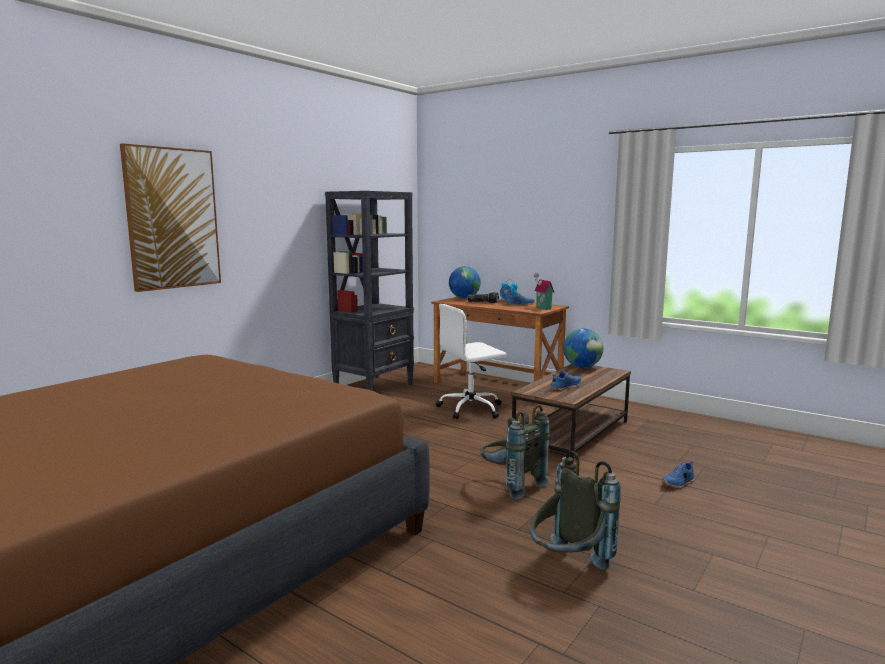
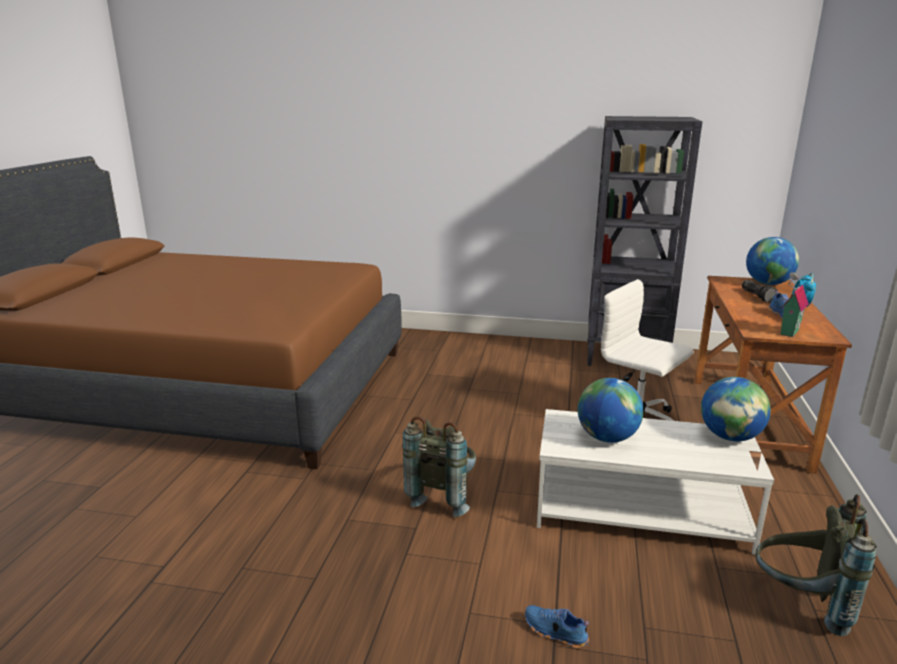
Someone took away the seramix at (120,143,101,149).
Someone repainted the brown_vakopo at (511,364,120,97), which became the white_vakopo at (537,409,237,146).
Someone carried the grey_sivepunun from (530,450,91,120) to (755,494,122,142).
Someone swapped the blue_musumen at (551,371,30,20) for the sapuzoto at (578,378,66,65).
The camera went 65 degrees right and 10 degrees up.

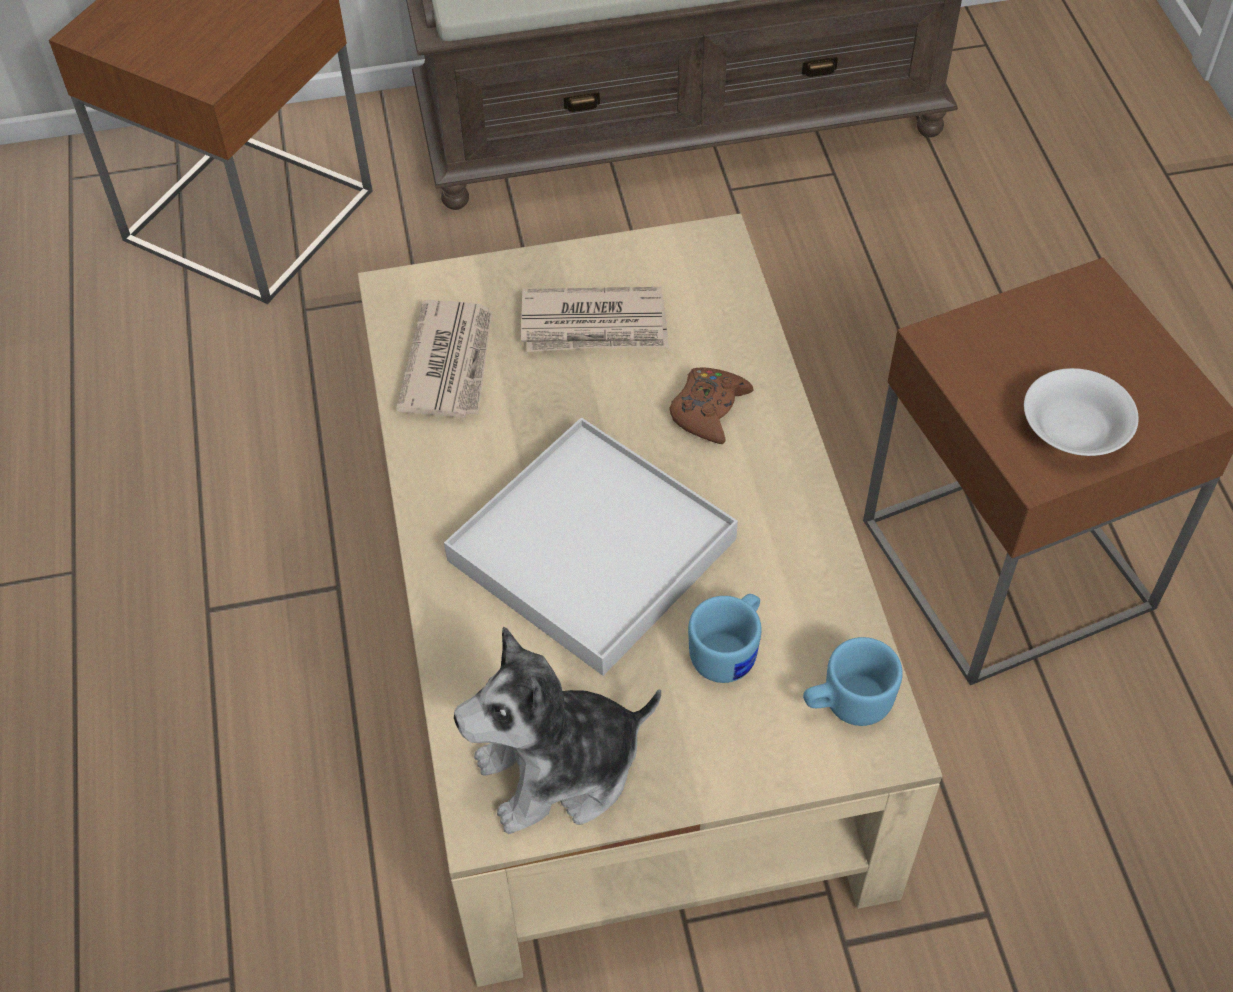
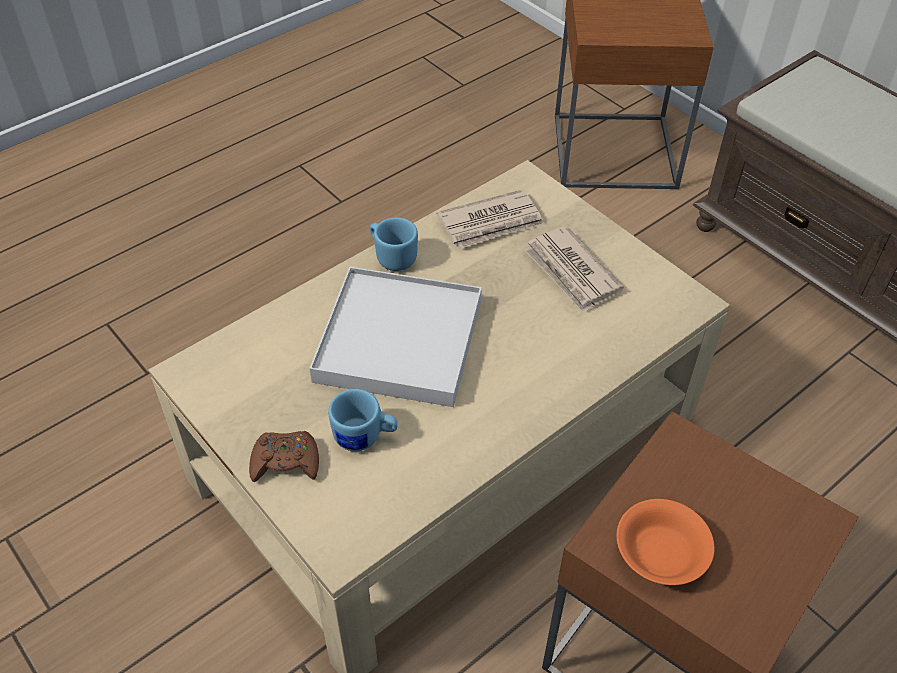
Someone took away the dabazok at (454,627,207,207).
Someone carried the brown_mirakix from (669,367,85,77) to (249,431,70,51).
Someone carried the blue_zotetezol from (803,637,100,89) to (370,217,48,54).
Someone repainted the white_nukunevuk at (1024,368,115,88), which became the orange_nukunevuk at (617,499,98,86).
The camera went 60 degrees right and 5 degrees down.

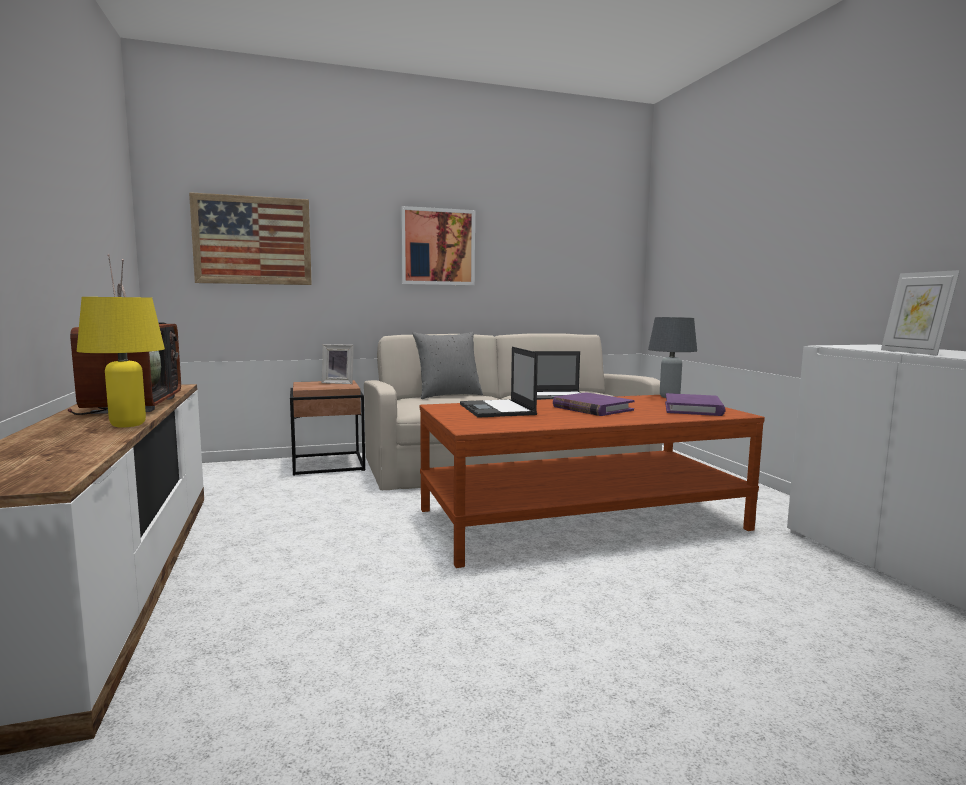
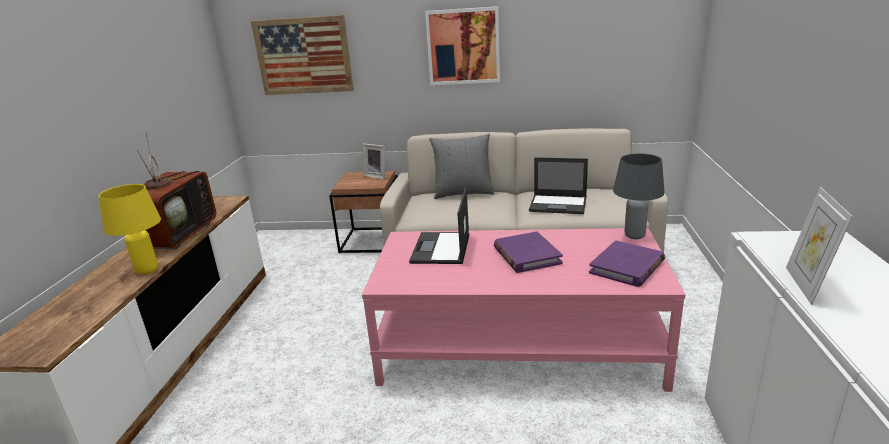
Someone repainted the brown_vakopo at (420,395,345,173), which became the pink_vakopo at (362,228,324,164).
The camera went 25 degrees right and 15 degrees up.

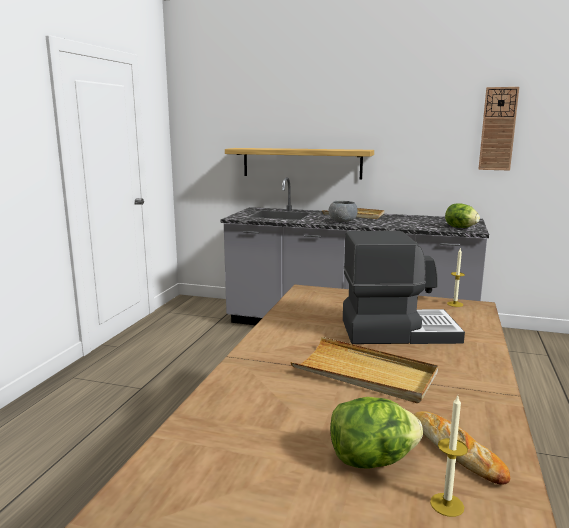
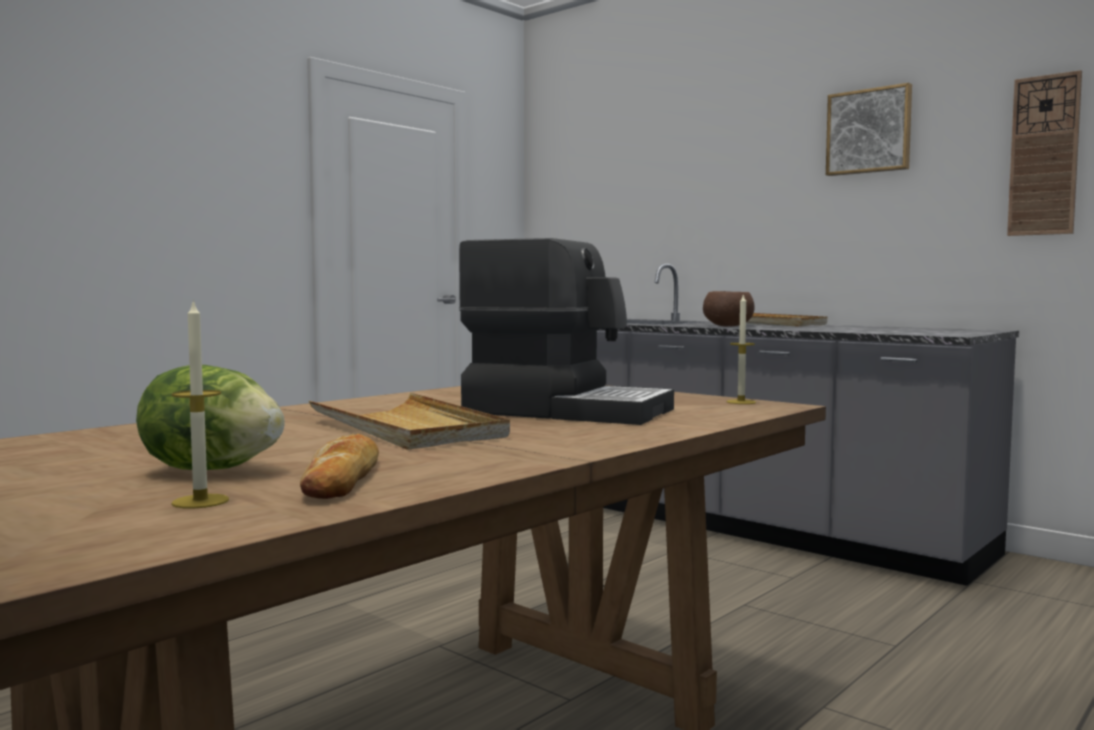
Someone took away the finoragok at (225,148,149,32).
Someone repainted the grey_nukunevuk at (328,201,30,21), which became the brown_nukunevuk at (703,291,52,35).
Someone took away the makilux at (445,203,35,25).
Someone put up the seramix at (826,83,86,93).
The camera went 25 degrees right and 10 degrees down.

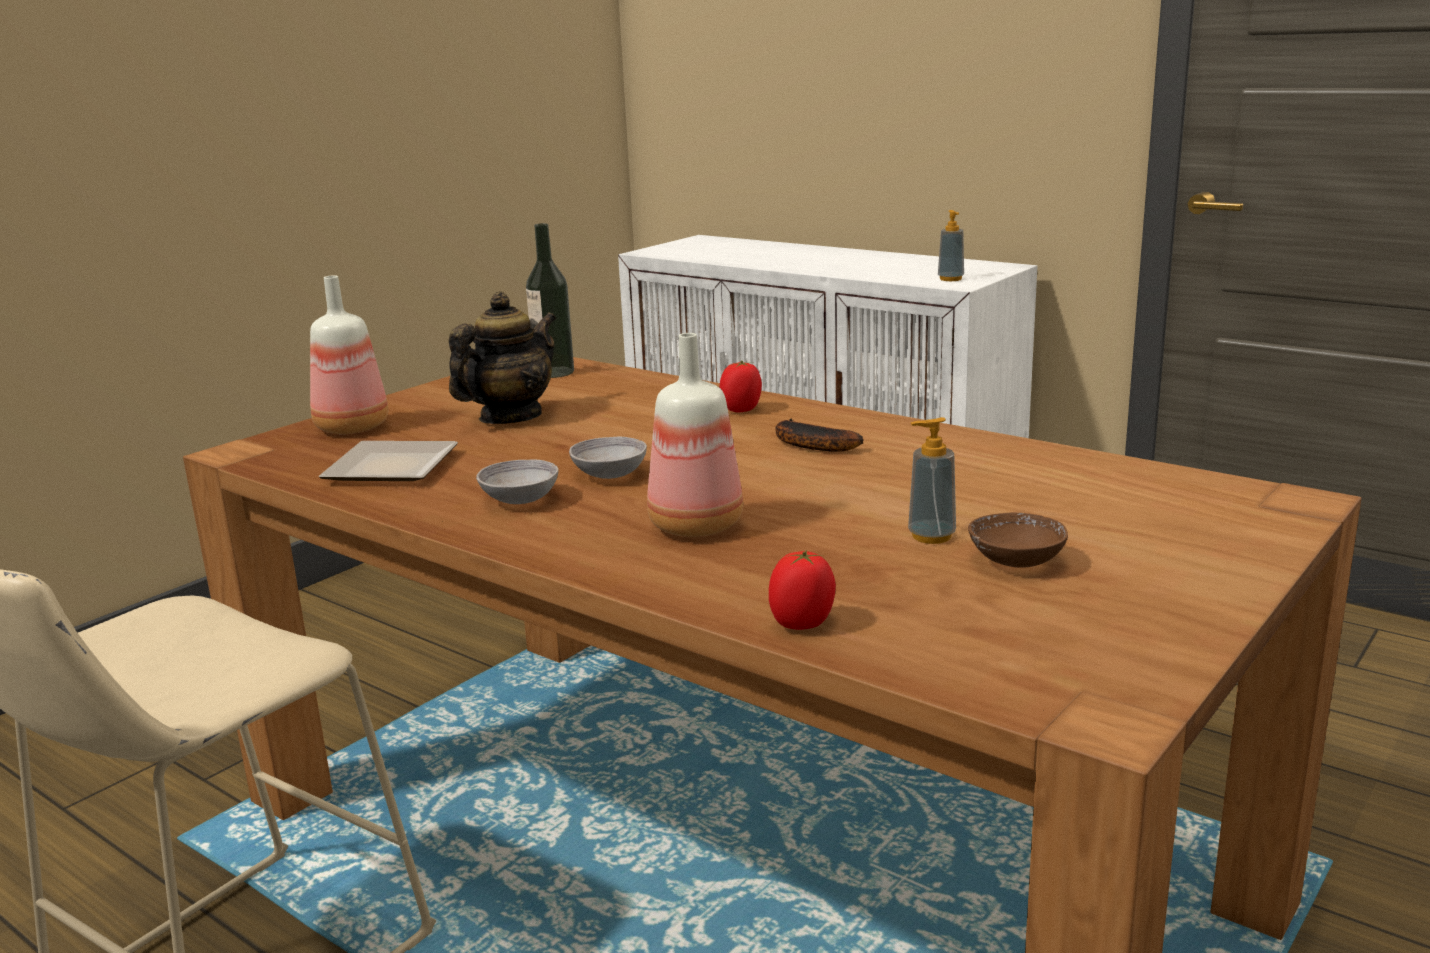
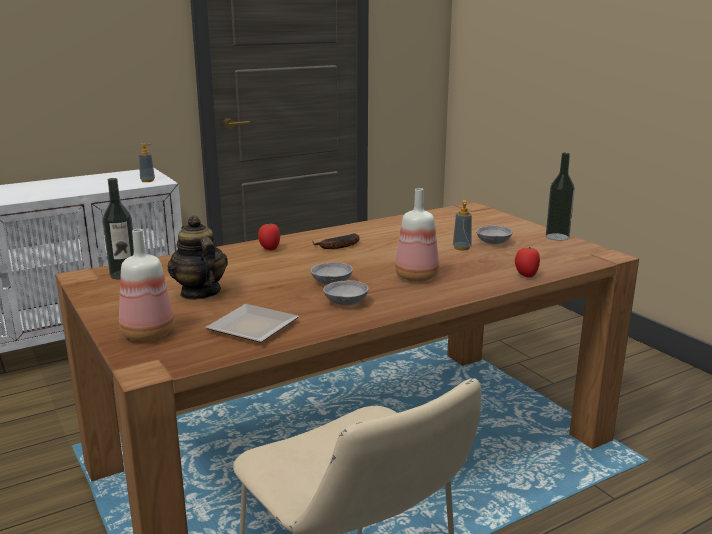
Someone repainted the brown_nukunevuk at (968,512,100,56), which became the grey_nukunevuk at (476,226,37,18).
Someone put down the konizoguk at (546,153,29,88).
The camera went 70 degrees left and 0 degrees up.

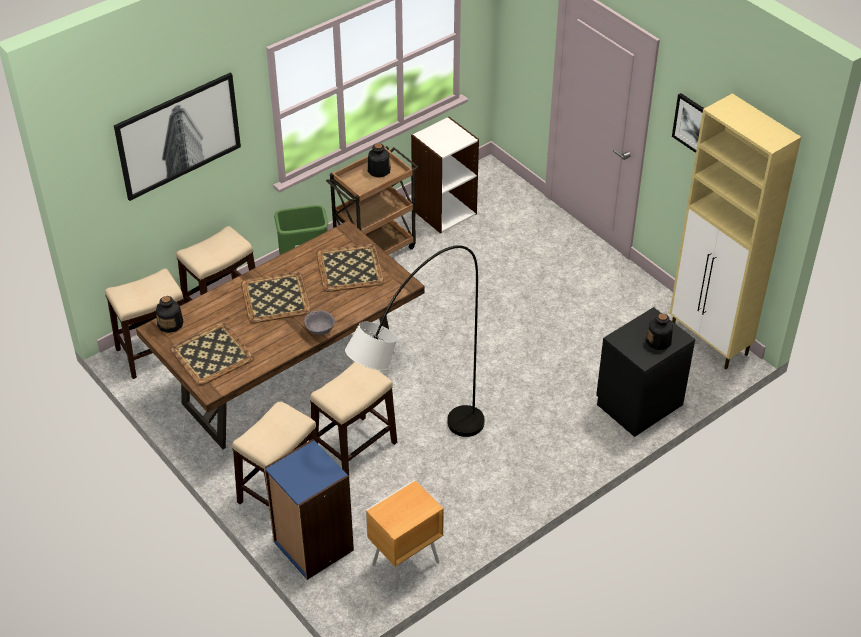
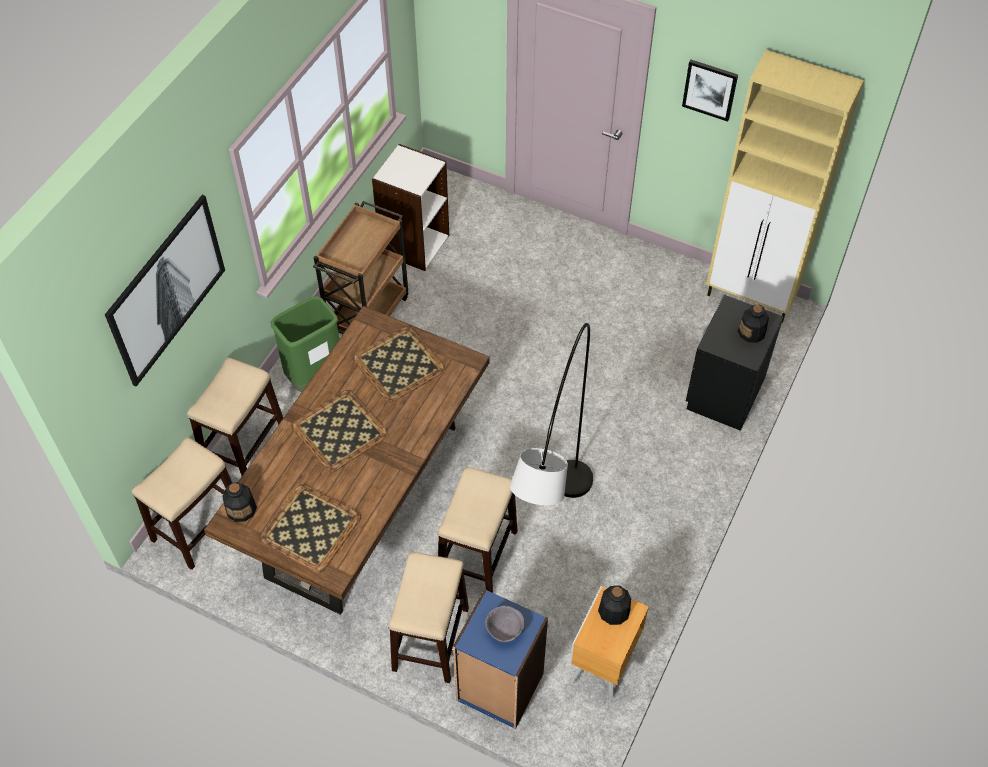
Someone carried the grey_nukunevuk from (304,310,31,26) to (485,606,40,36).
Someone carried the konizoguk from (368,143,23,34) to (598,585,33,40).
The camera went 25 degrees left and 10 degrees up.

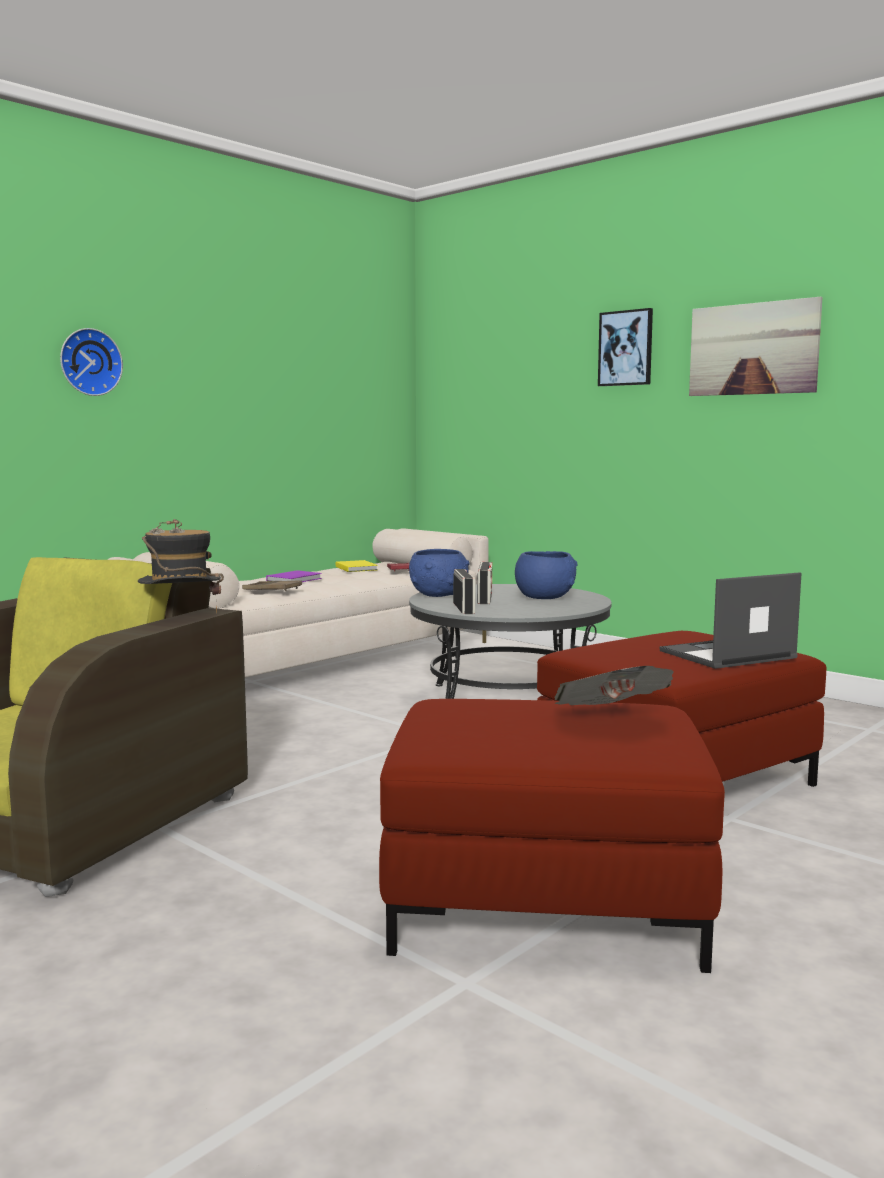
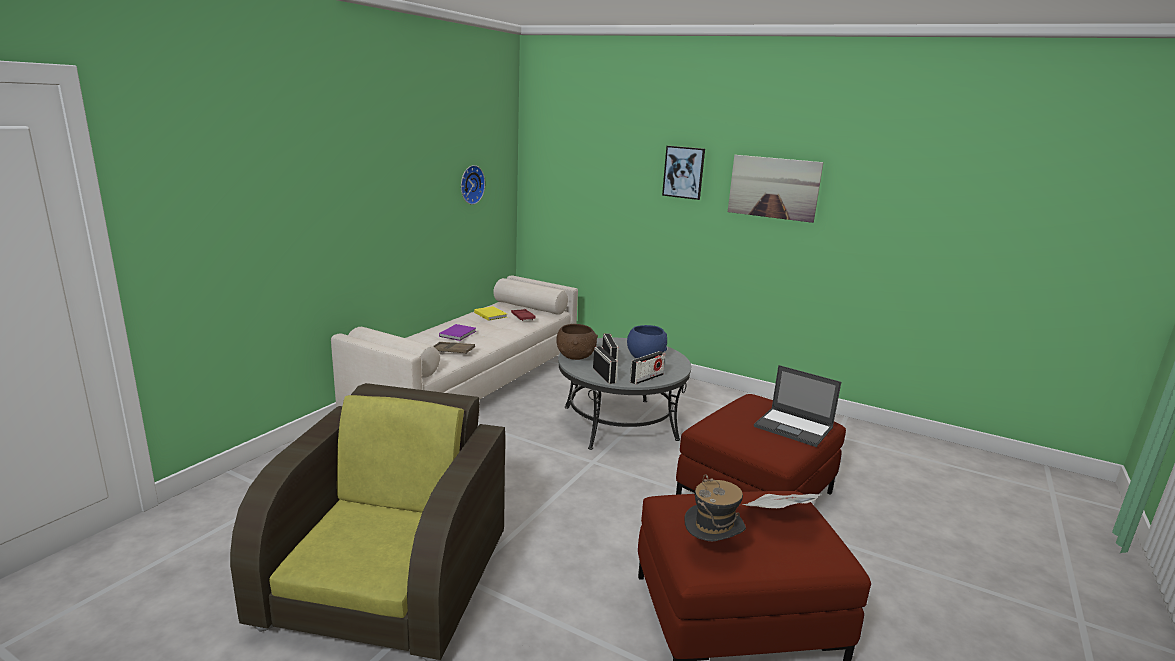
Someone carried the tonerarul from (60,328,63,68) to (461,165,24,40).
Someone carried the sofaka from (138,519,86,95) to (684,474,62,67).
Someone repainted the blue_nukunevuk at (409,549,60,48), which became the brown_nukunevuk at (556,324,42,36).
Someone rotated the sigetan at (659,572,143,97) by 105 degrees counterclockwise.
Someone put down the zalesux at (630,351,35,33).
The camera went 15 degrees left and 10 degrees up.

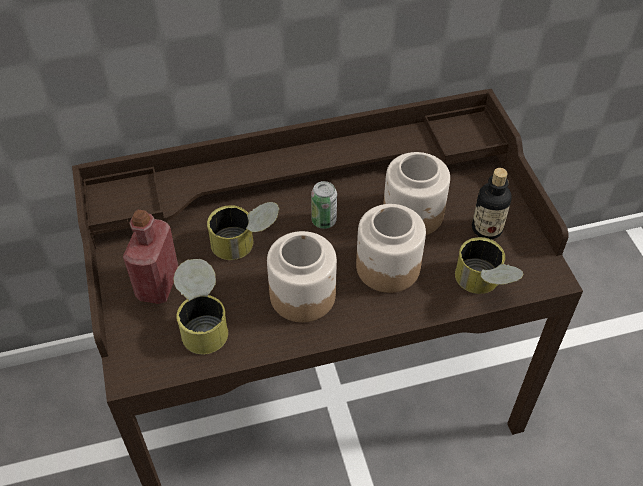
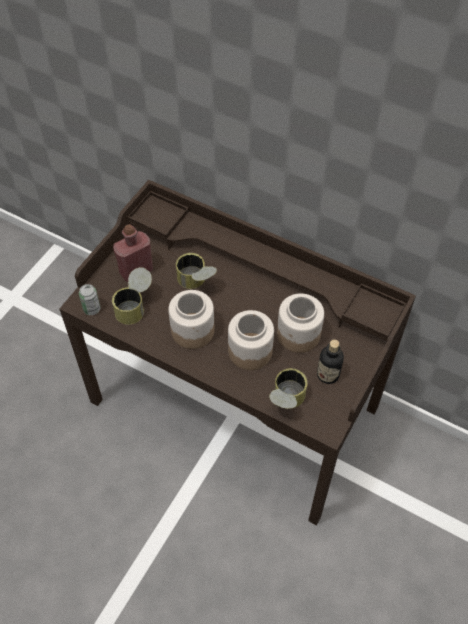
Someone carried the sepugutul from (311,181,26,48) to (79,284,22,31).
The camera went 45 degrees right and 5 degrees up.

